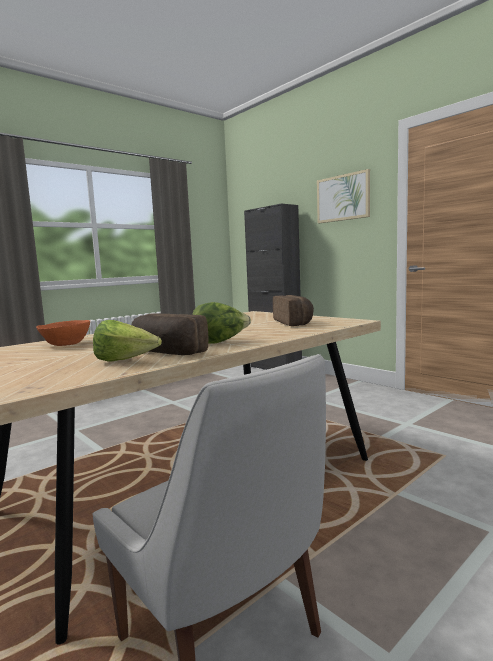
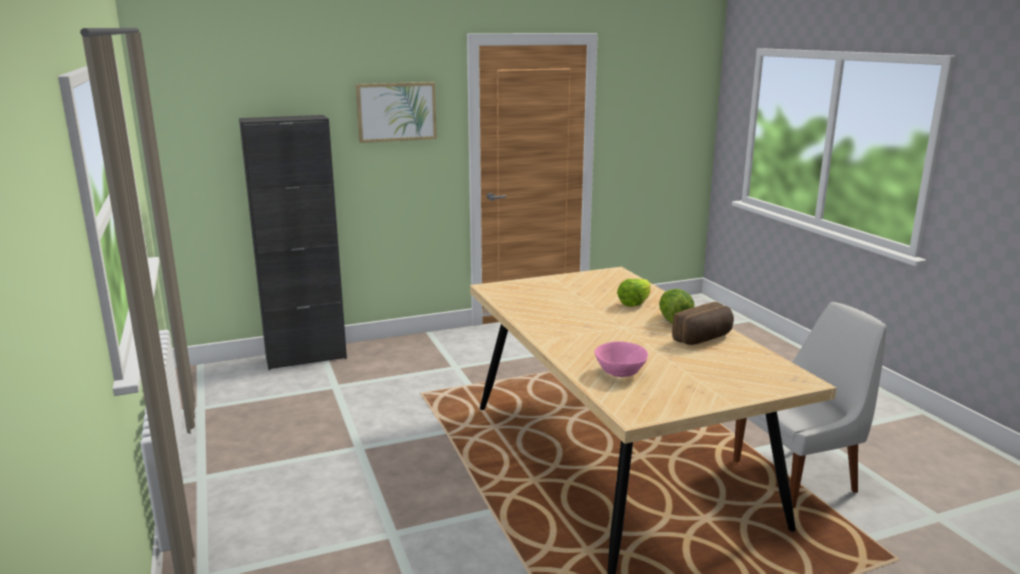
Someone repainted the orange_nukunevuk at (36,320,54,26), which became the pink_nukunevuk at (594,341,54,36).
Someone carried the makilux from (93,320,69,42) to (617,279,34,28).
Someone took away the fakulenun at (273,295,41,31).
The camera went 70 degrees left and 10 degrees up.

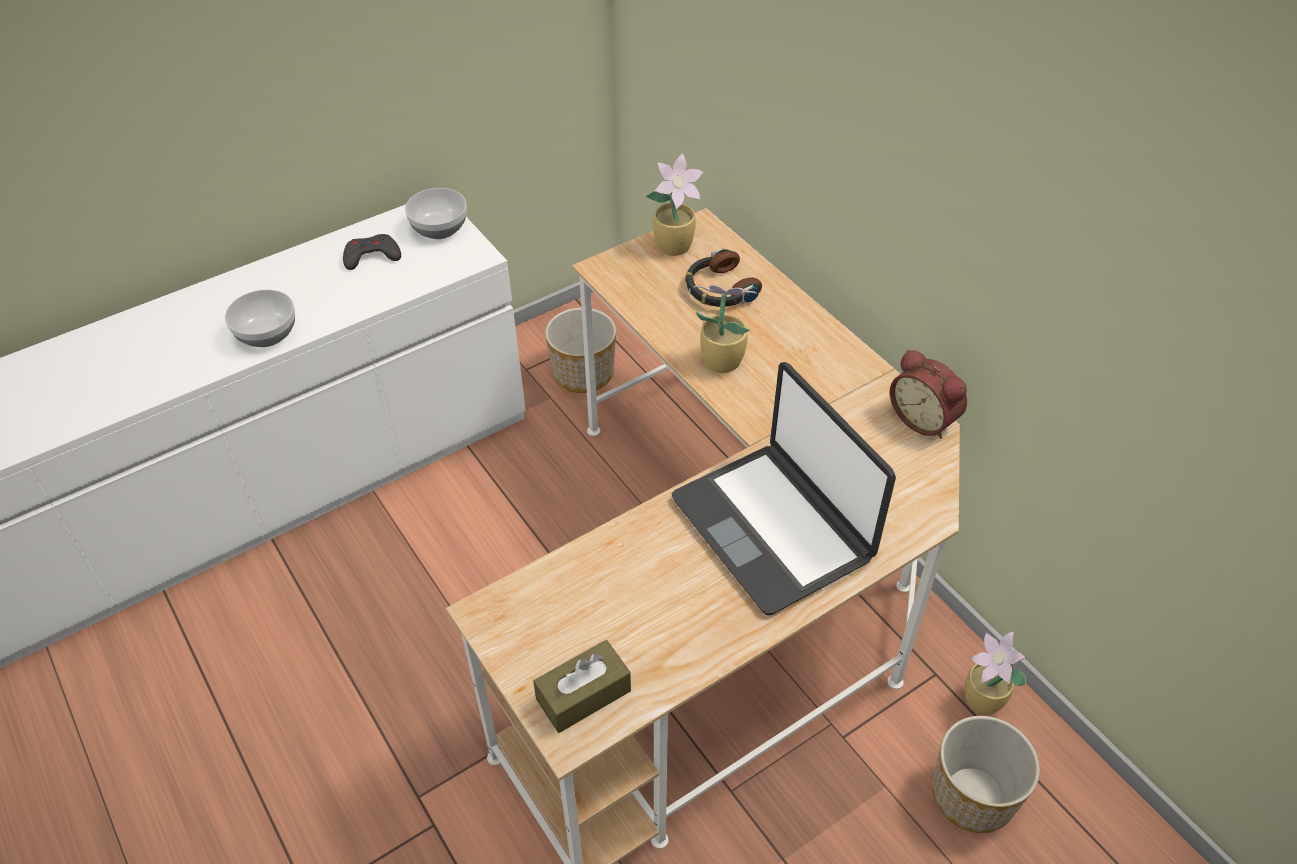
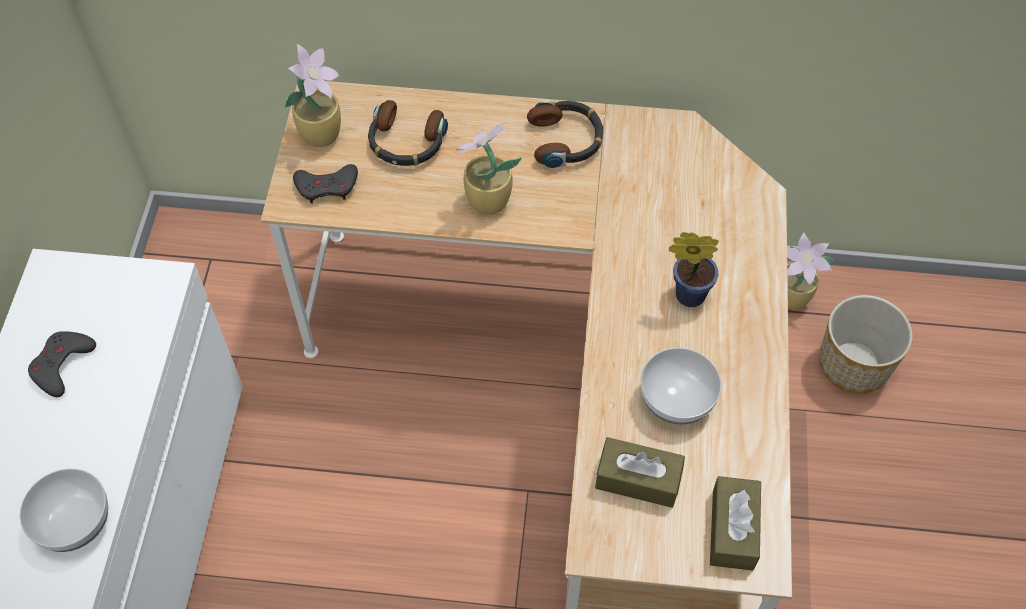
Someone carried the nukunevuk from (405,188,62,51) to (641,348,80,77).
Someone took away the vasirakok at (545,308,71,85).
Someone swapped the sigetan at (672,362,224,253) for the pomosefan at (669,232,50,75).
Someone took away the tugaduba at (890,349,77,90).
Someone put down the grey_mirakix at (293,164,65,40).
Someone put down the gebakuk at (527,100,76,68).
Someone put down the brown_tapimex at (595,437,90,71).
The camera went 50 degrees left and 10 degrees up.

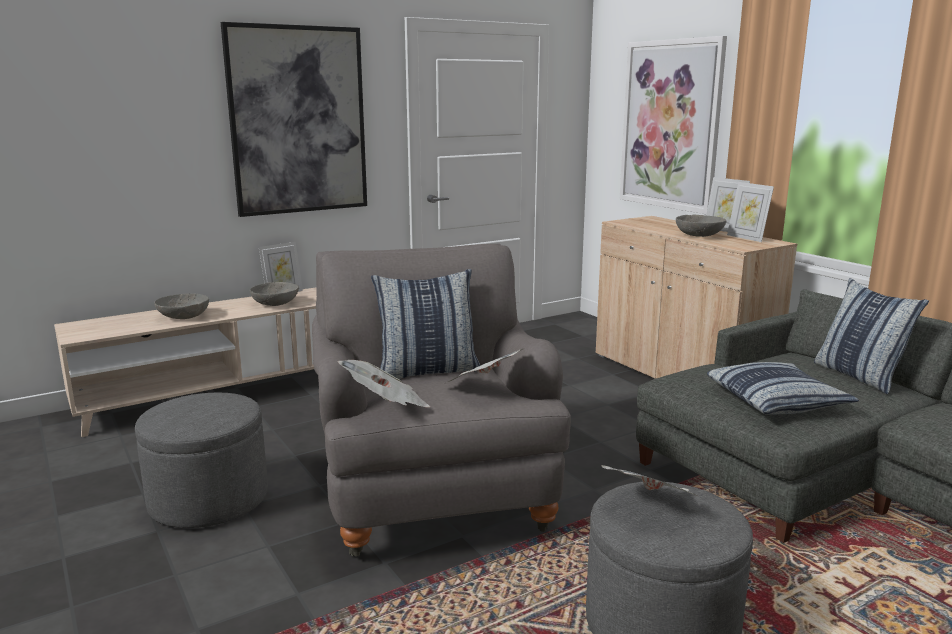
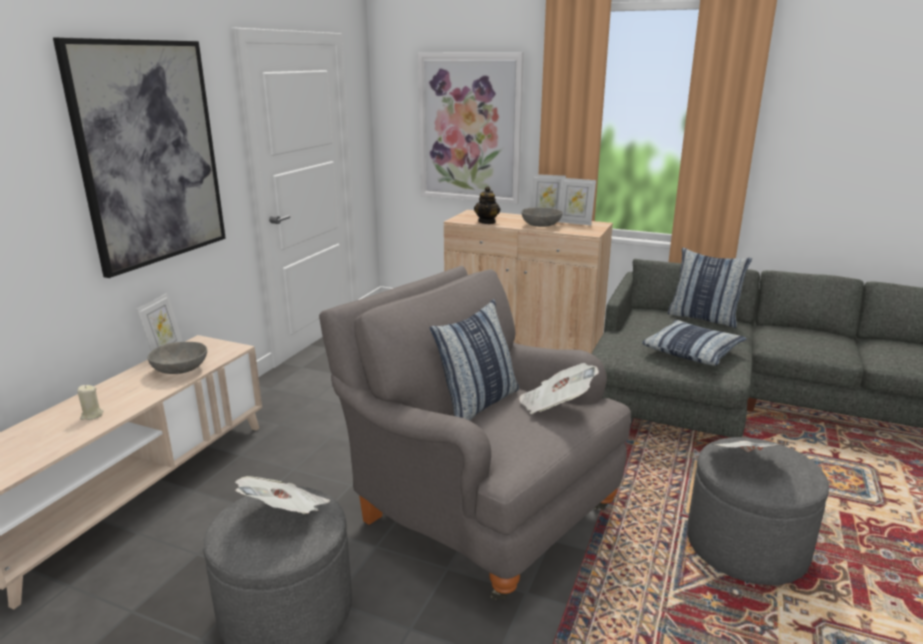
Someone swapped the grey_nukunevuk at (154,293,55,26) for the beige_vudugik at (77,385,27,35).
Someone carried the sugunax from (338,360,93,47) to (235,476,95,38).
Someone put down the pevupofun at (474,186,26,38).
The camera went 35 degrees left and 5 degrees up.

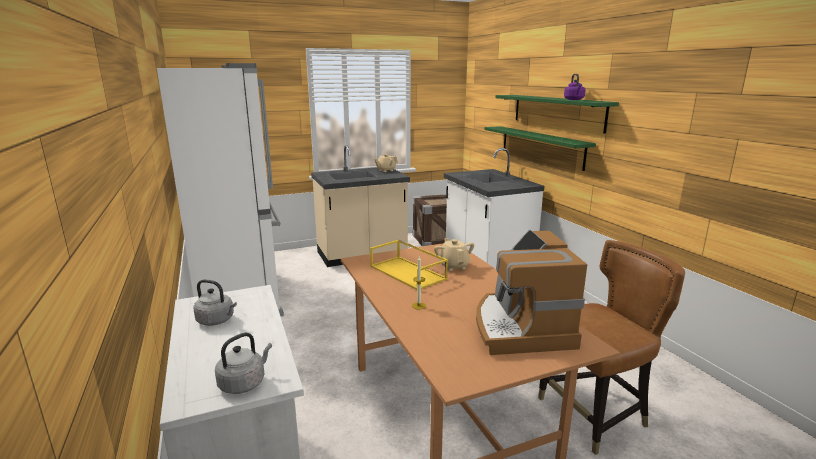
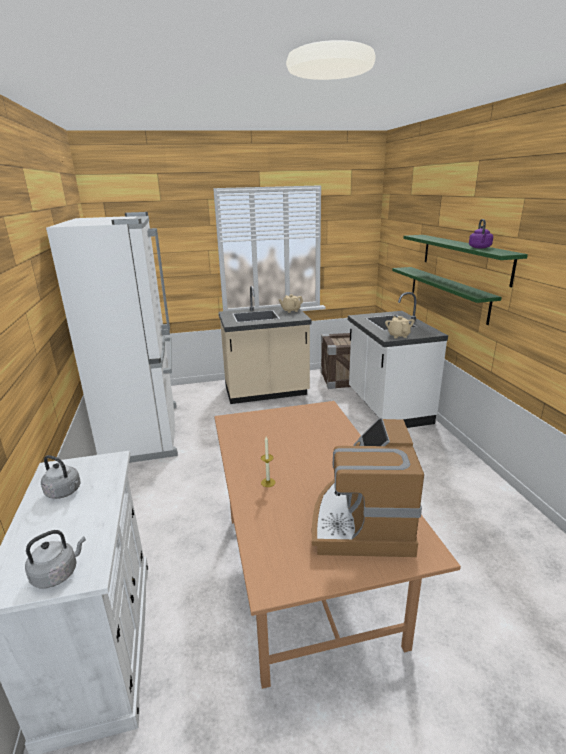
Someone took away the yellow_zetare at (370,240,78,50).
Someone carried the beige_pevupofun from (434,238,40,33) to (385,316,30,22).
Someone took away the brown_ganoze at (538,240,147,215).
The camera went 10 degrees right and 5 degrees up.

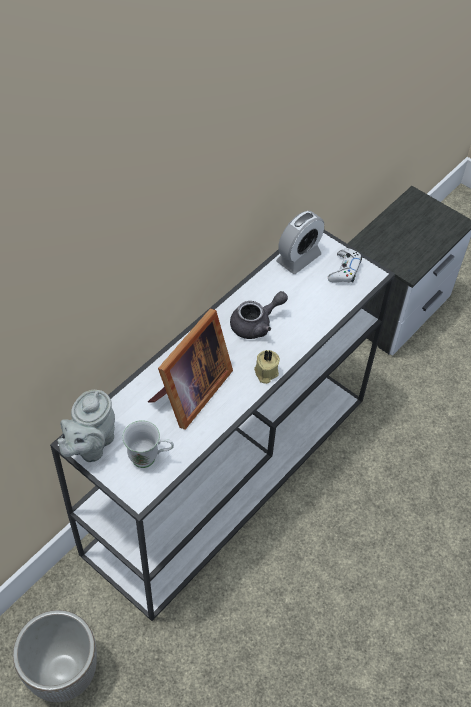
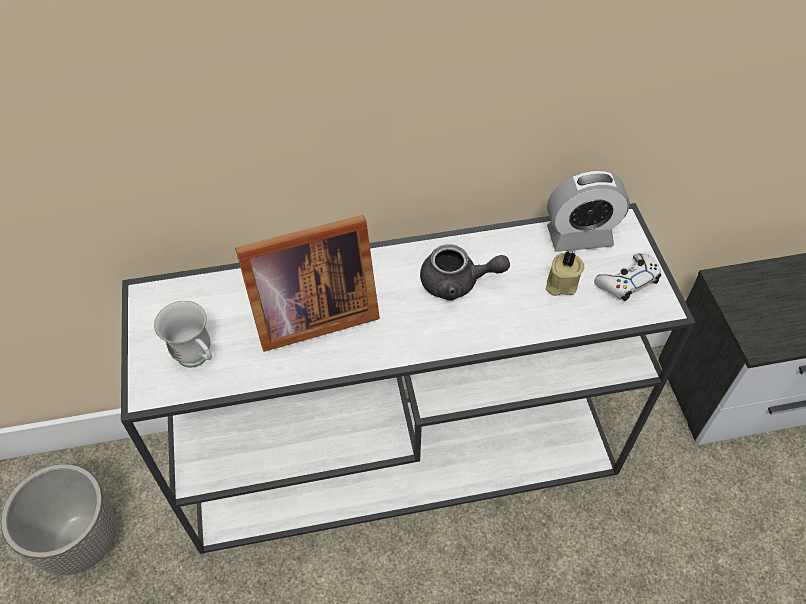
Someone took away the grey_pevupofun at (58,390,57,72).
Someone carried the beige_vudugik from (254,350,26,34) to (546,251,38,45).
The camera went 40 degrees right and 0 degrees up.

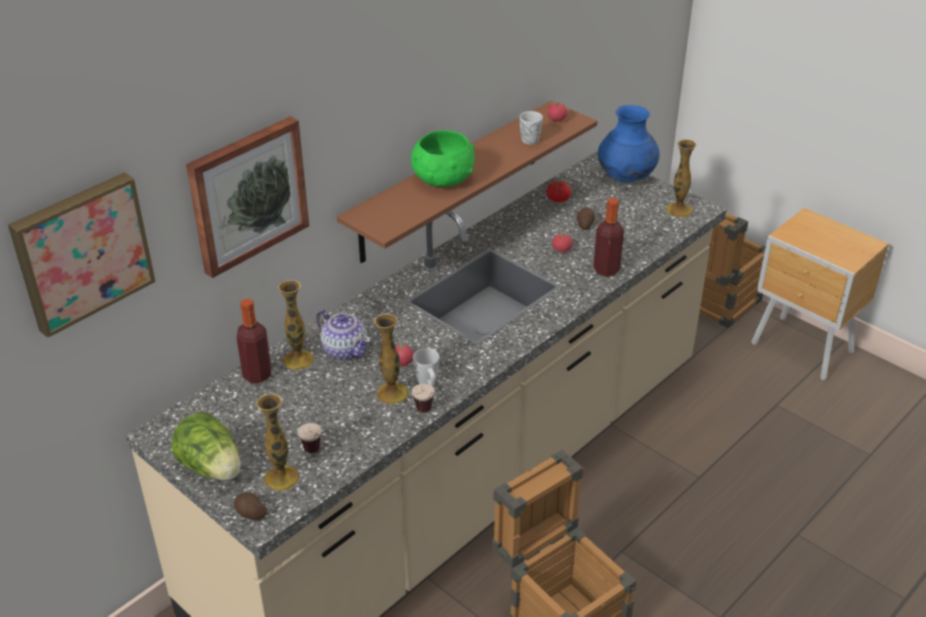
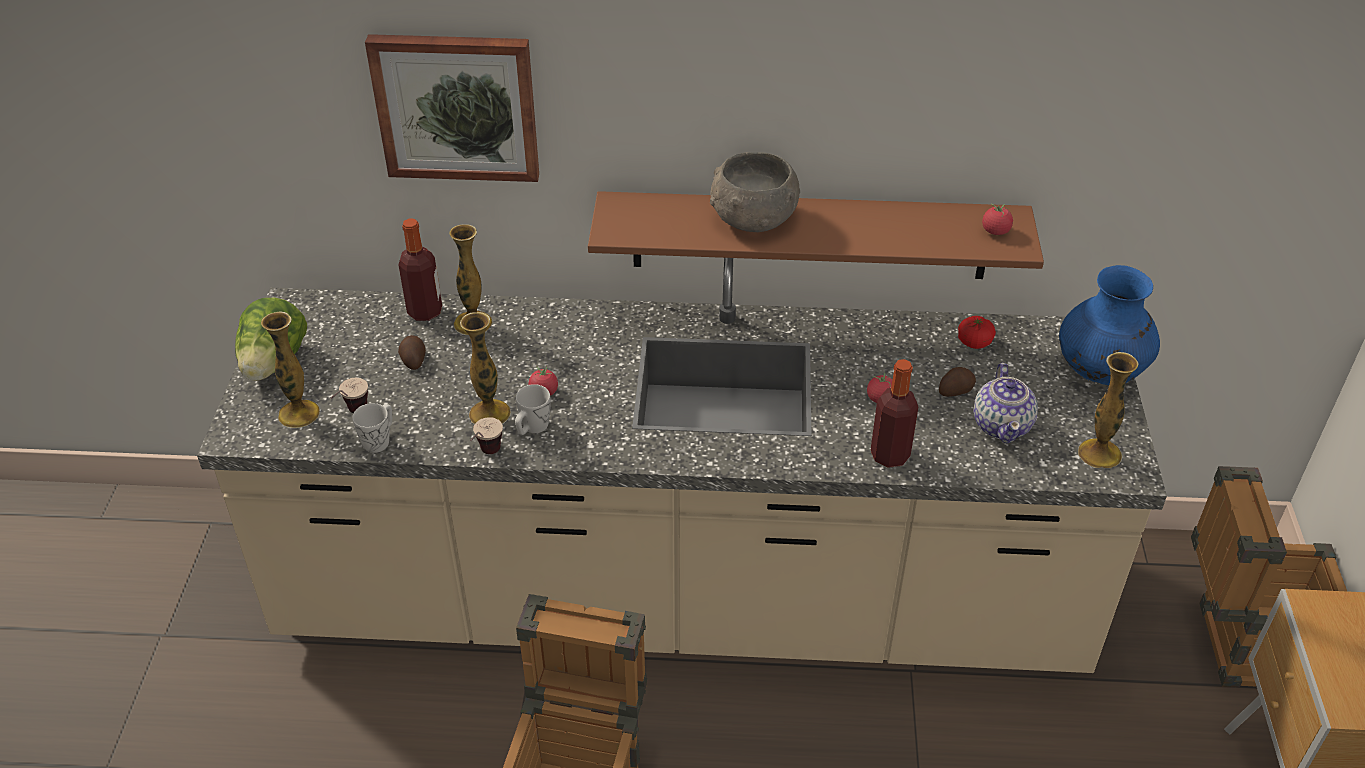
Someone took away the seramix at (8,172,148,166).
Someone carried the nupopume from (234,492,33,28) to (398,335,28,35).
Someone carried the pevupofun from (316,310,54,50) to (973,363,65,80).
Someone repainted the green_nukunevuk at (411,130,64,57), which became the grey_nukunevuk at (710,152,90,80).
Someone carried the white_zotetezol from (520,111,23,34) to (352,403,40,50).
The camera went 50 degrees right and 5 degrees up.

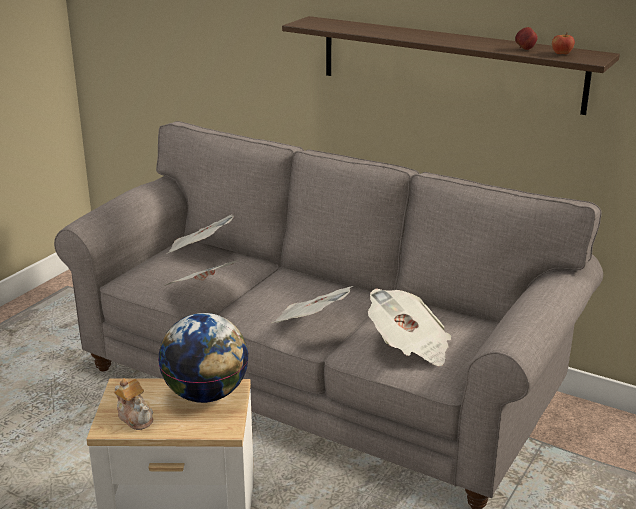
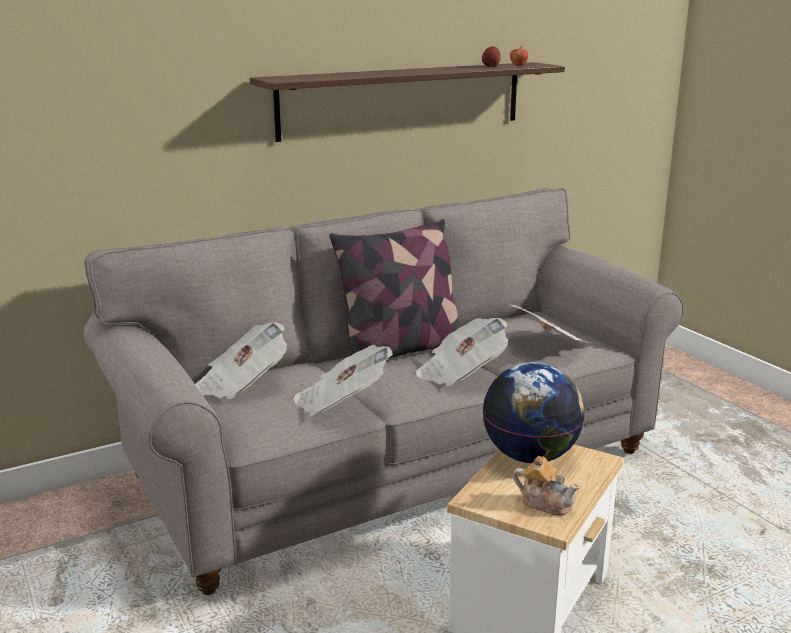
Someone rotated the pevupofun at (114,378,39,52) by 45 degrees clockwise.
Someone put down the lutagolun at (329,219,131,139).
The camera went 60 degrees left and 5 degrees down.

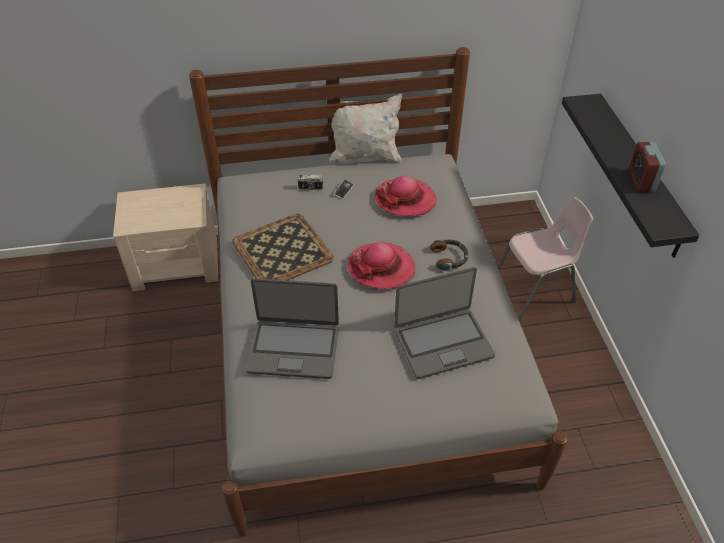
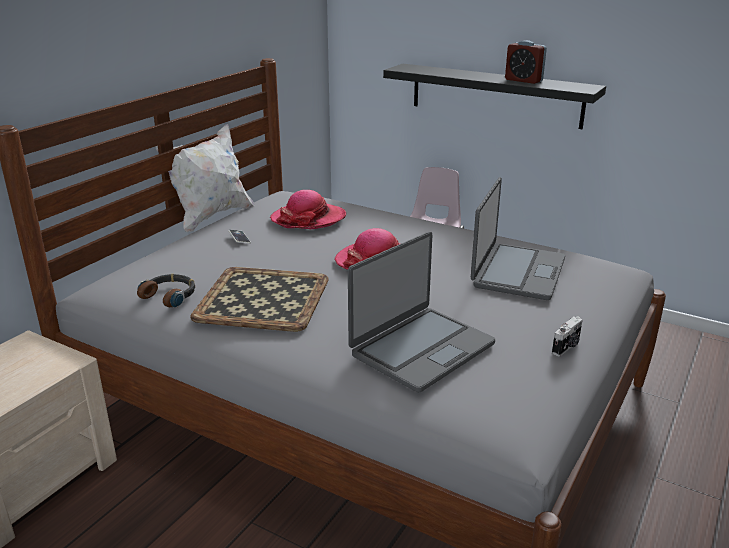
Someone carried the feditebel from (297,175,27,15) to (552,316,31,40).
Someone carried the gebakuk from (430,239,38,32) to (137,274,58,33).
The camera went 50 degrees left and 20 degrees down.

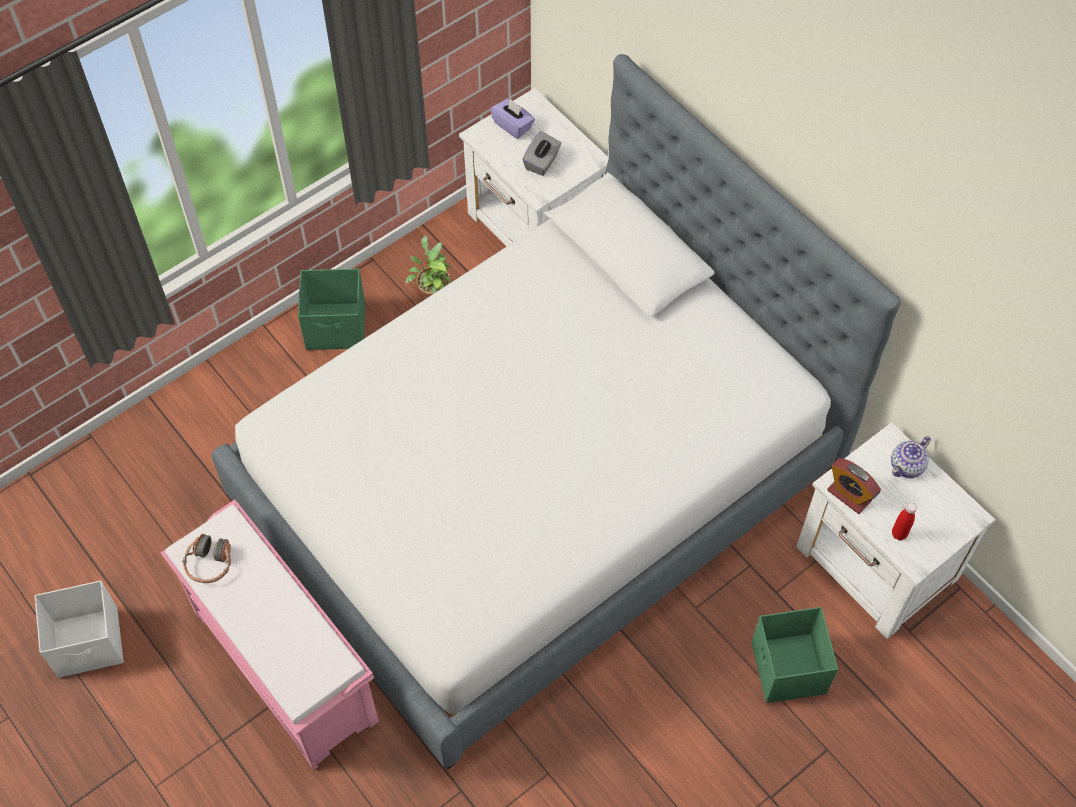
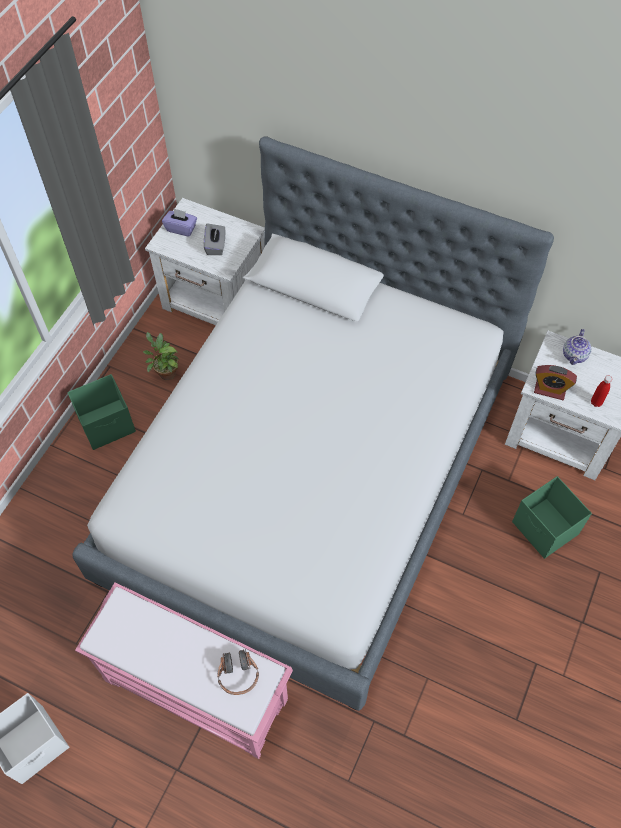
Someone carried the gebakuk from (182,534,49,49) to (217,649,42,46).
The camera went 25 degrees left and 0 degrees up.

